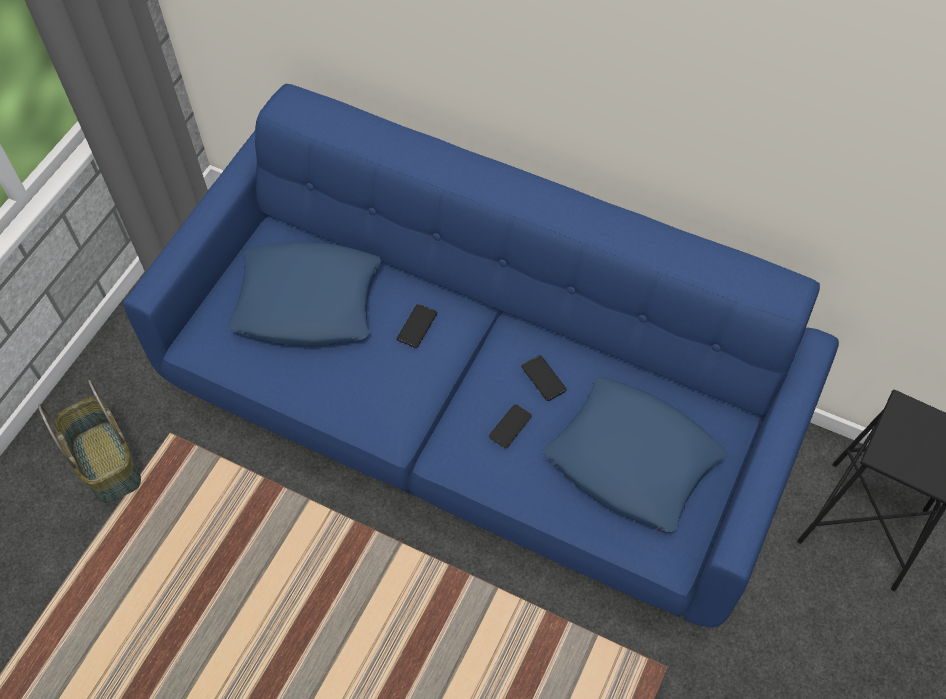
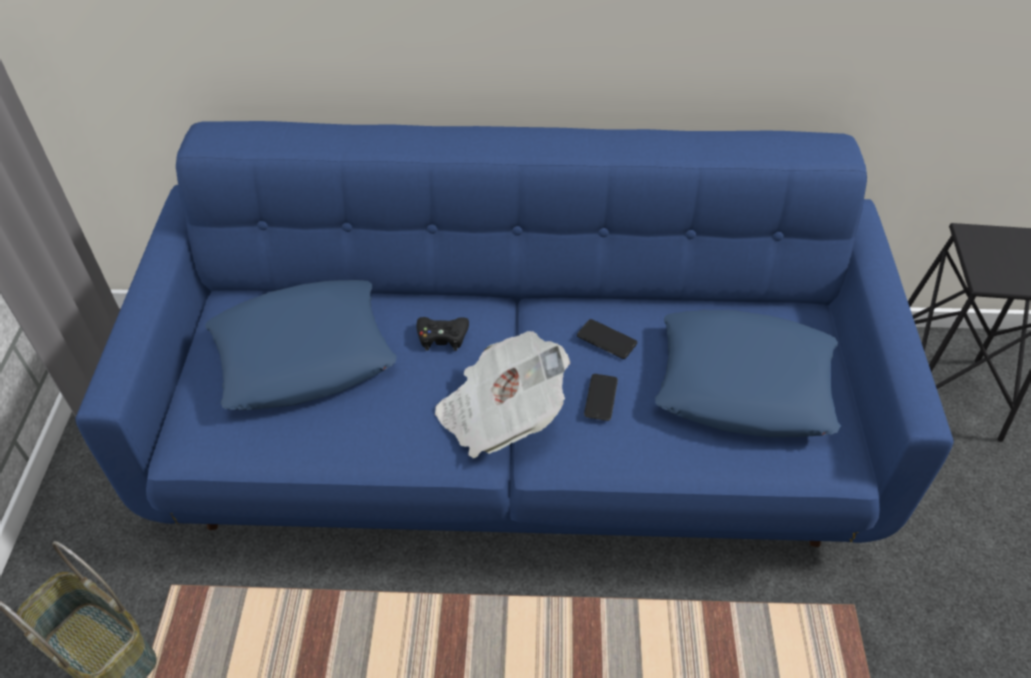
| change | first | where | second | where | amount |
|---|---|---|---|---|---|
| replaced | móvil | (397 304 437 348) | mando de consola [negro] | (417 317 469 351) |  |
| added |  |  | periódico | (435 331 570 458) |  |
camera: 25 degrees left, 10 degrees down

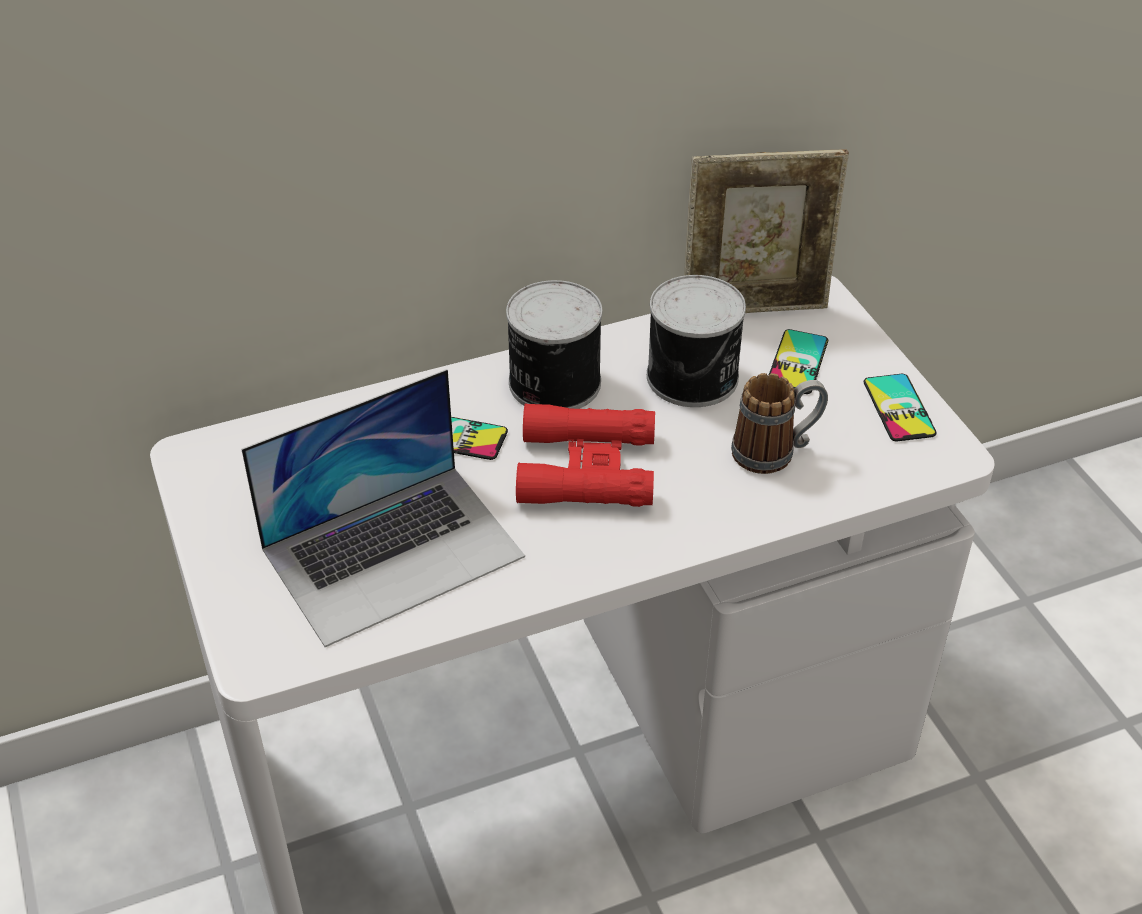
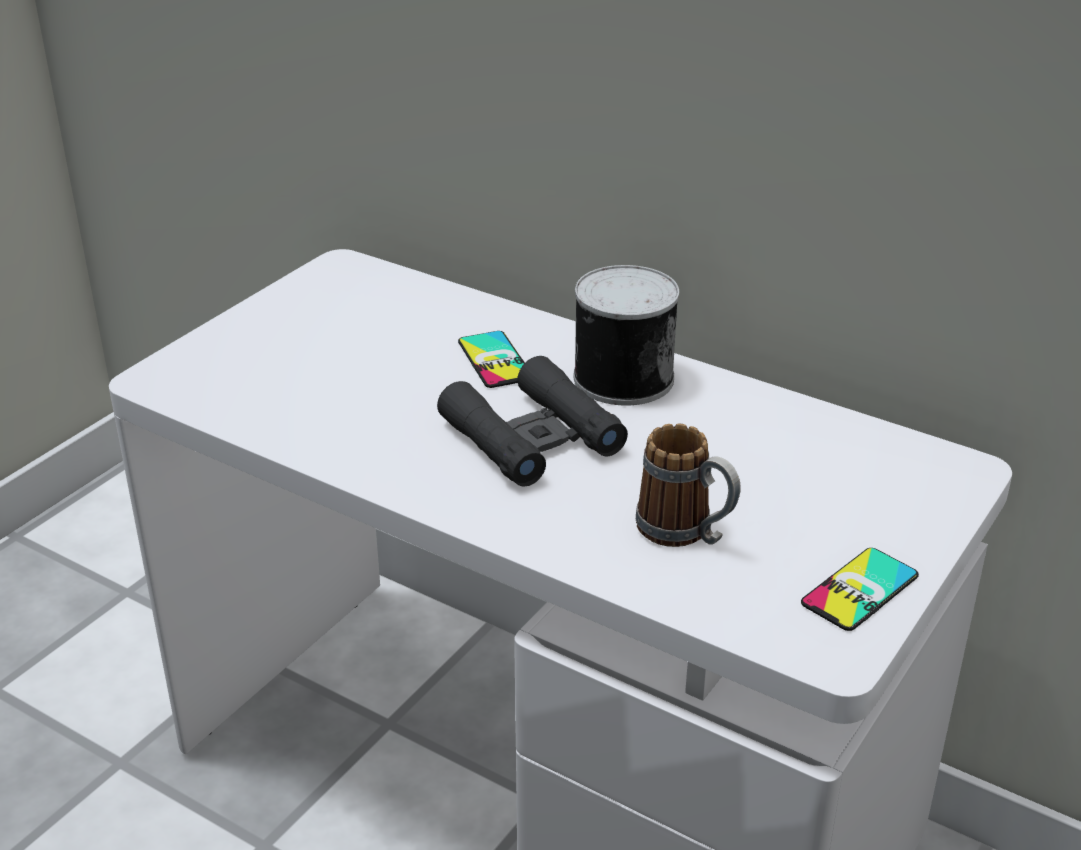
| change | first | where | second | where | amount |
|---|---|---|---|---|---|
| recoloured | prismáticos [rojo] | (516 404 655 507) | prismáticos [negro] | (437 356 628 487) |  |
| removed | portátil | (241 369 525 647) |  |  |  |
| removed | lata | (647 275 746 407) |  |  |  |
| removed | portarretratos | (684 149 849 313) |  |  |  |
| removed | móvil | (769 329 828 394) |  |  |  |
camera: 55 degrees right, 10 degrees down

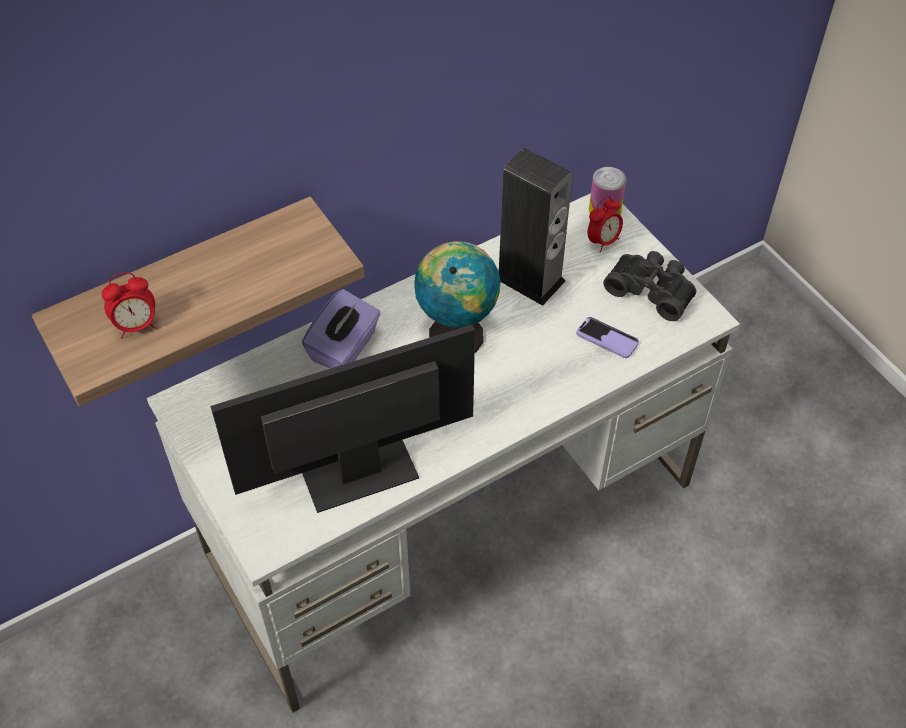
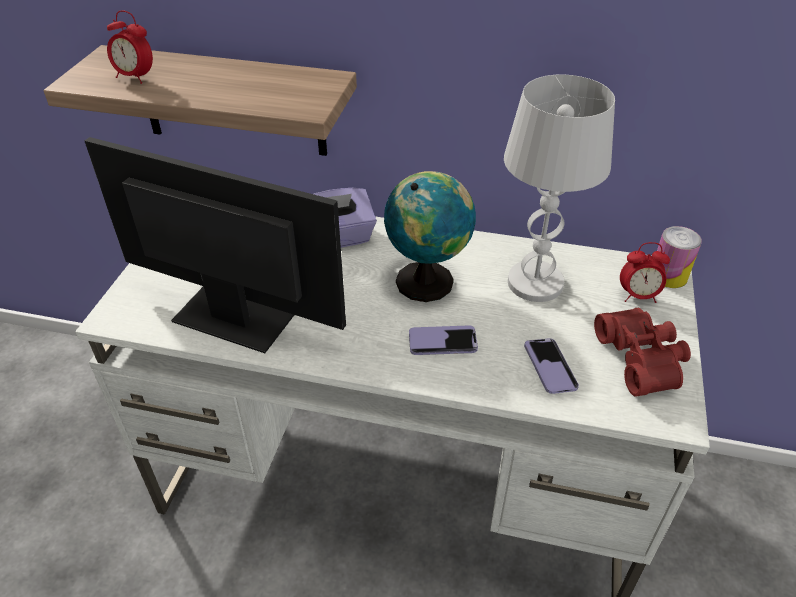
| change | first | where | second | where | amount |
|---|---|---|---|---|---|
| added |  |  | móvil | (409 325 478 355) |  |
| replaced | altavoz | (499 148 573 306) | lámpara de mesa [blanco] | (504 74 615 302) |  |
| recoloured | prismáticos [negro] | (603 251 696 321) | prismáticos [rojo] | (594 308 691 397) |  |
camera: 45 degrees right, 10 degrees down

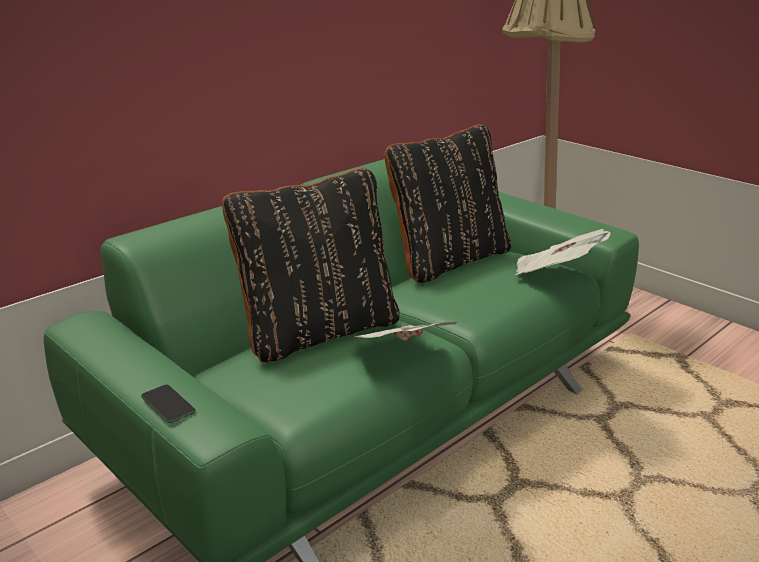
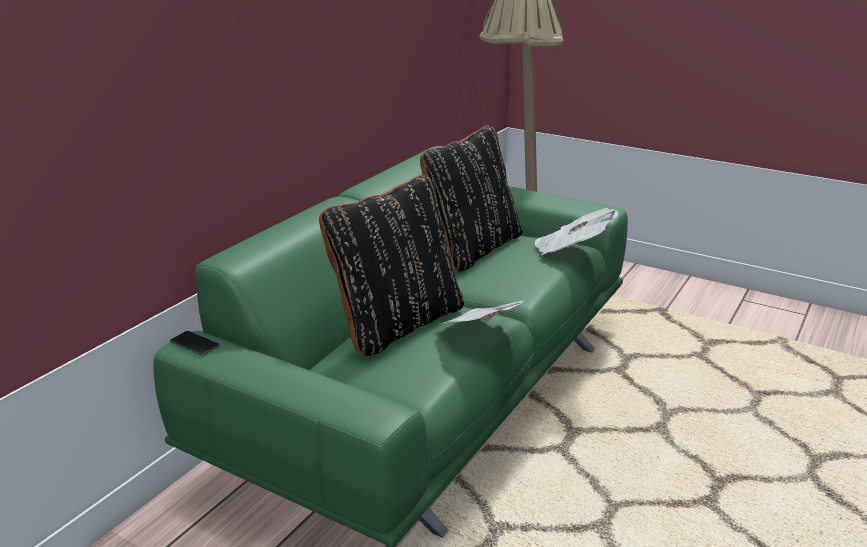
| change | first | where | second | where | amount |
|---|---|---|---|---|---|
| moved | móvil | (141 384 196 423) |  | (170 331 220 356) |  |
camera: 15 degrees left, 0 degrees up

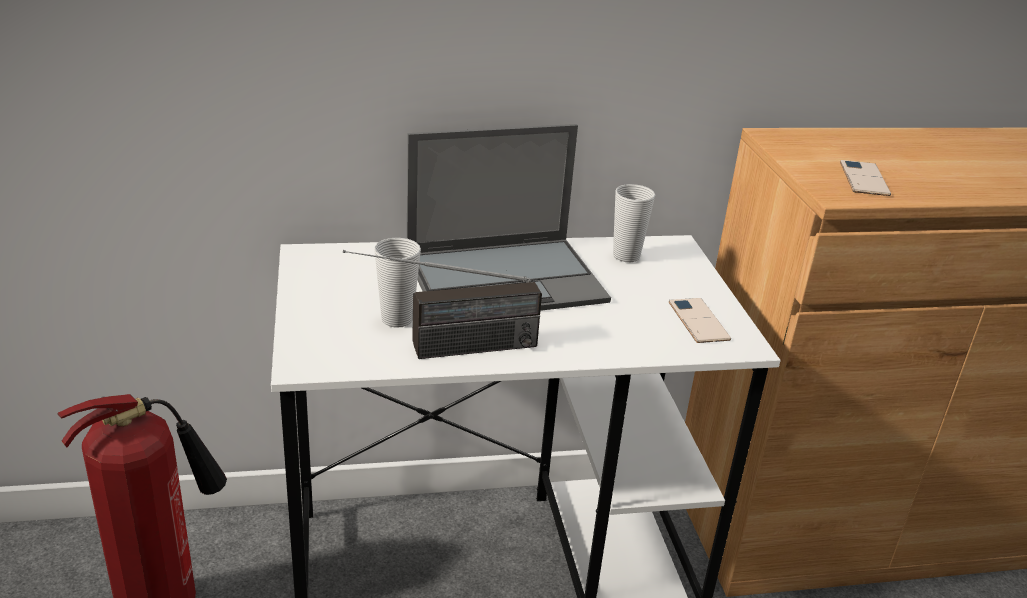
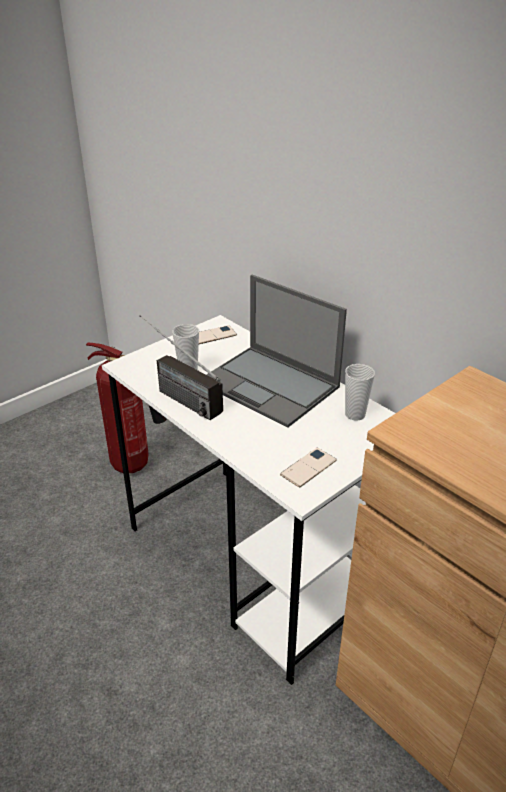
| change | first | where | second | where | amount |
|---|---|---|---|---|---|
| moved | móvil | (840 160 891 196) |  | (199 325 237 344) |  |
camera: 60 degrees right, 5 degrees up

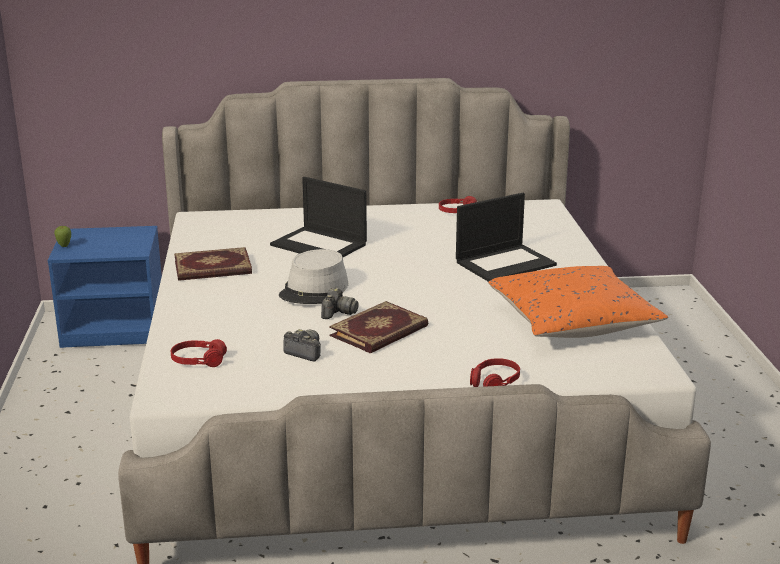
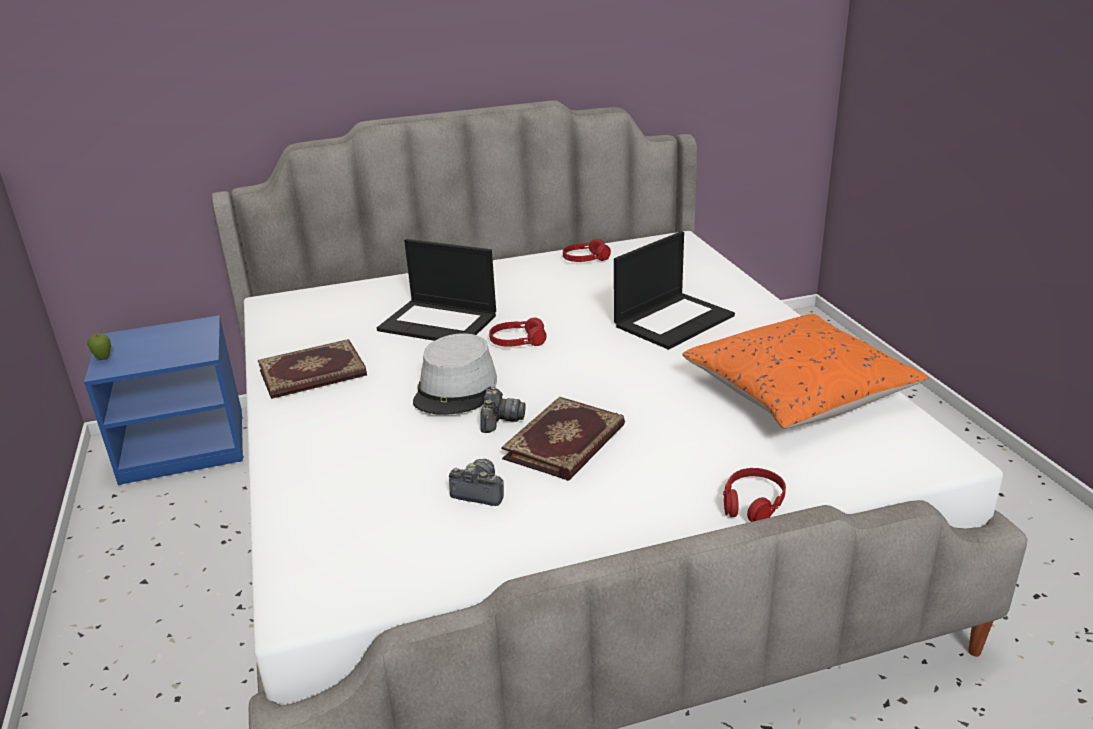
| change | first | where | second | where | amount |
|---|---|---|---|---|---|
| moved | auriculares [rojo] | (171 339 227 367) |  | (489 318 547 347) |  |
camera: 10 degrees left, 5 degrees up

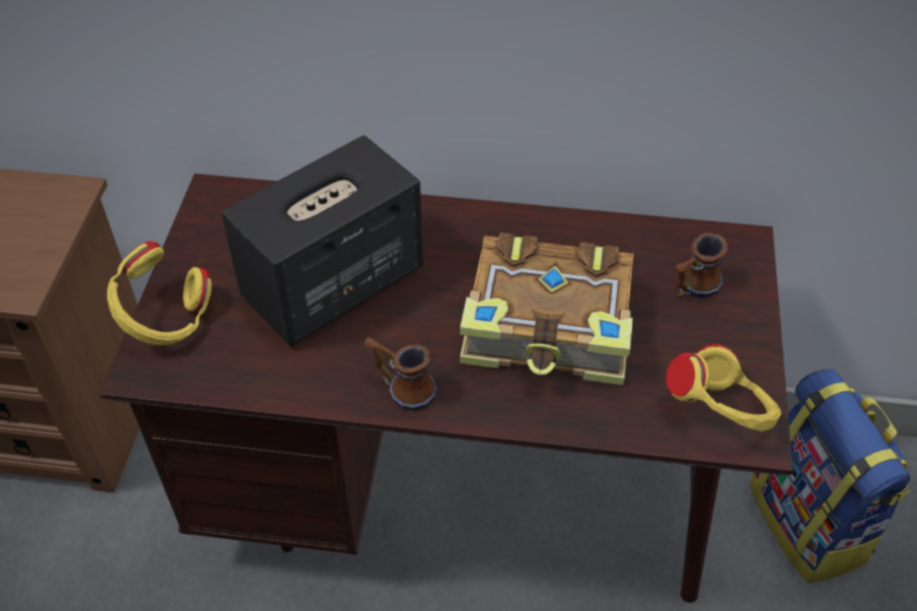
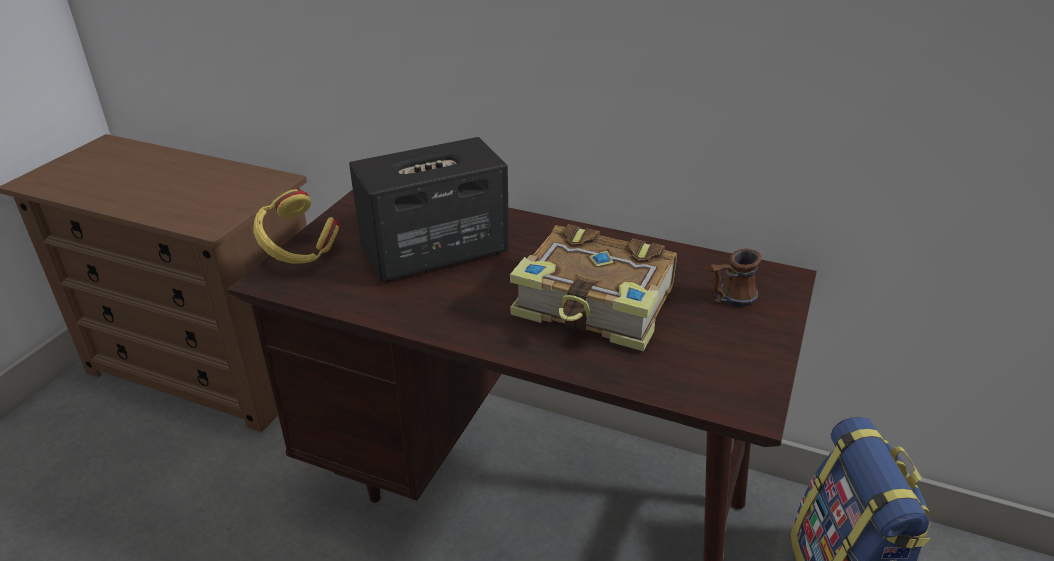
| change | first | where | second | where | amount |
|---|---|---|---|---|---|
| removed | taza grande | (364 337 437 411) |  |  |  |
| removed | auriculares [amarillo] | (666 344 781 432) |  |  |  |
camera: 15 degrees right, 15 degrees down

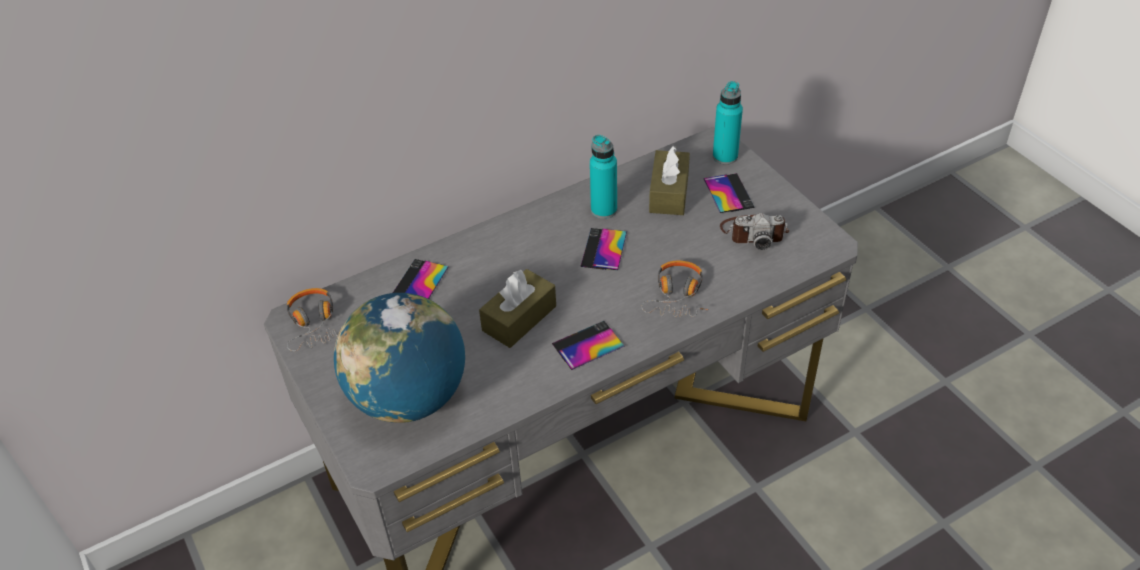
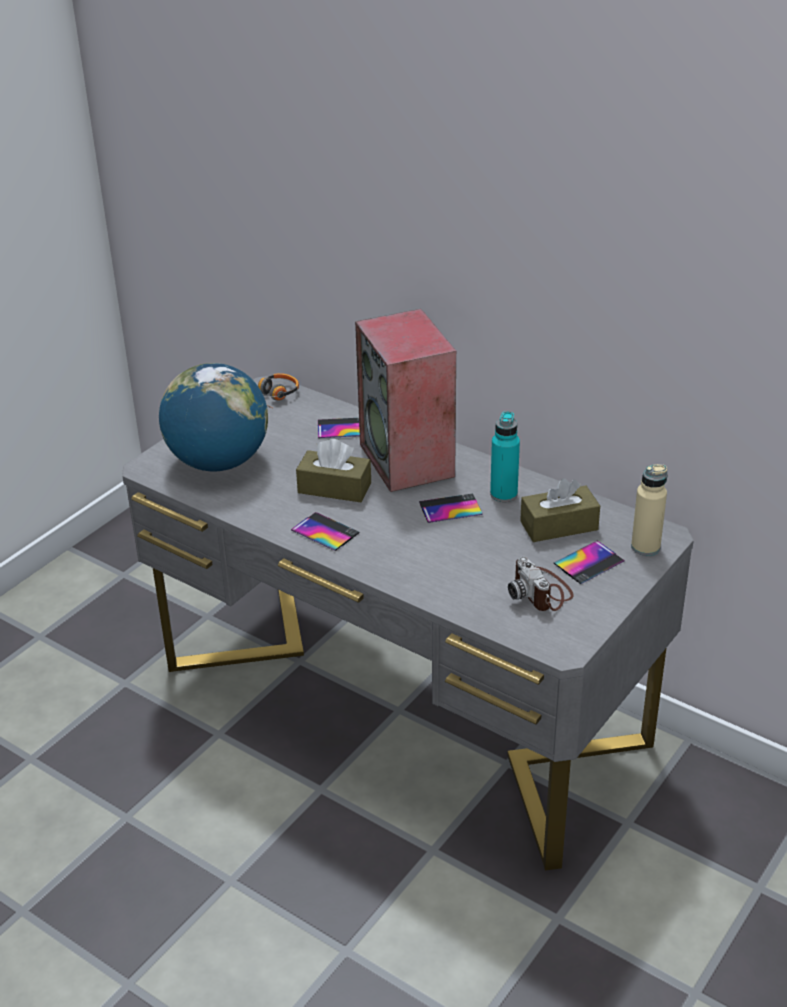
| change | first | where | second | where | amount |
|---|---|---|---|---|---|
| added |  |  | altavoz | (355 309 456 492) |  |
| recoloured | botella [turquesa] | (713 81 743 165) | botella [beis] | (631 464 668 556) |  |
| removed | auriculares | (641 261 708 317) |  |  |  |
camera: 65 degrees right, 10 degrees down

